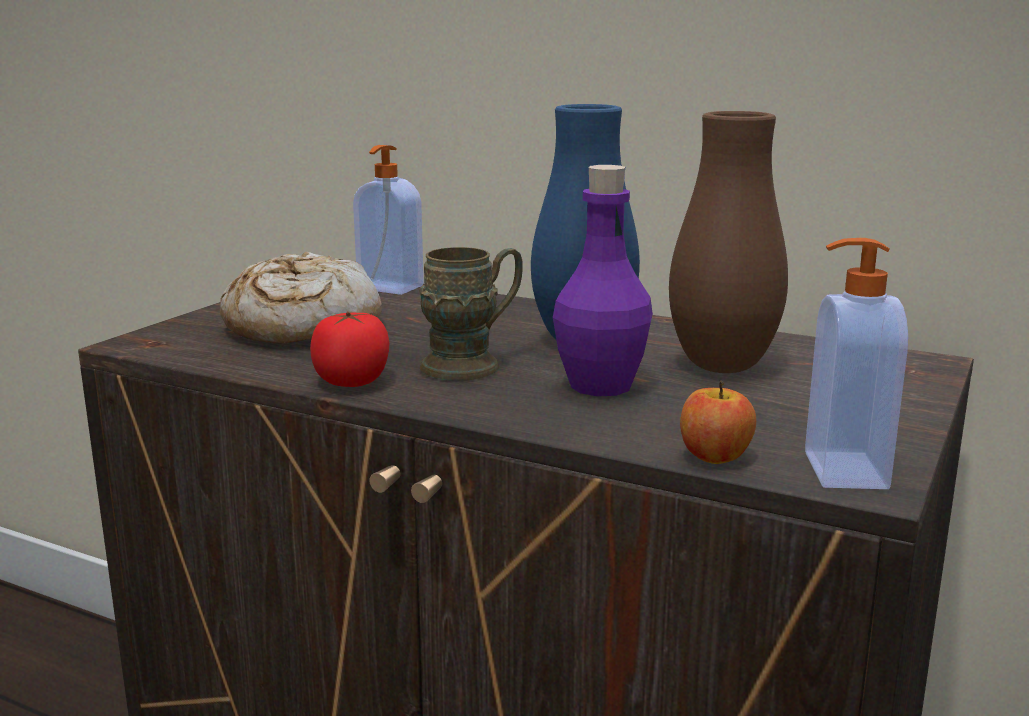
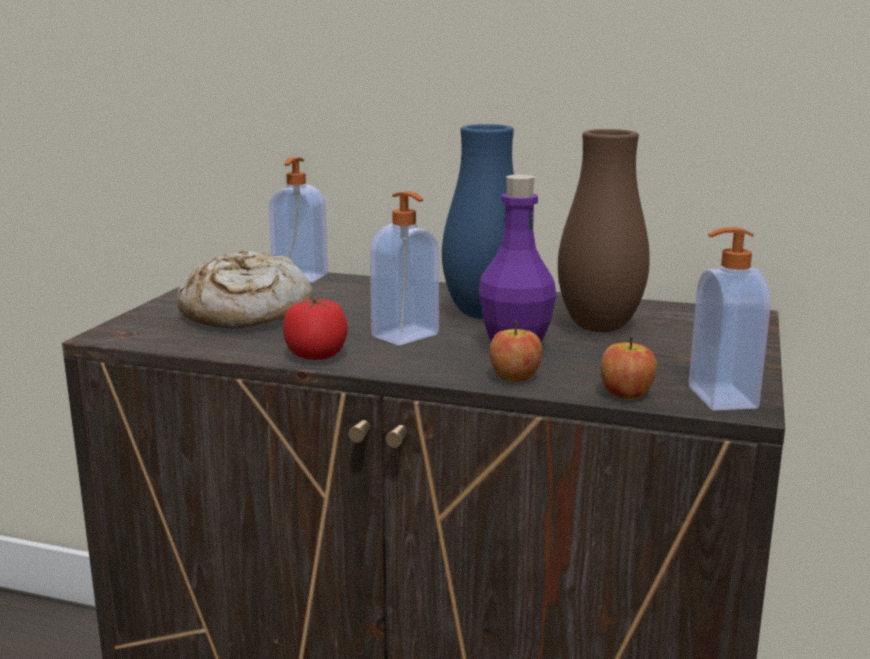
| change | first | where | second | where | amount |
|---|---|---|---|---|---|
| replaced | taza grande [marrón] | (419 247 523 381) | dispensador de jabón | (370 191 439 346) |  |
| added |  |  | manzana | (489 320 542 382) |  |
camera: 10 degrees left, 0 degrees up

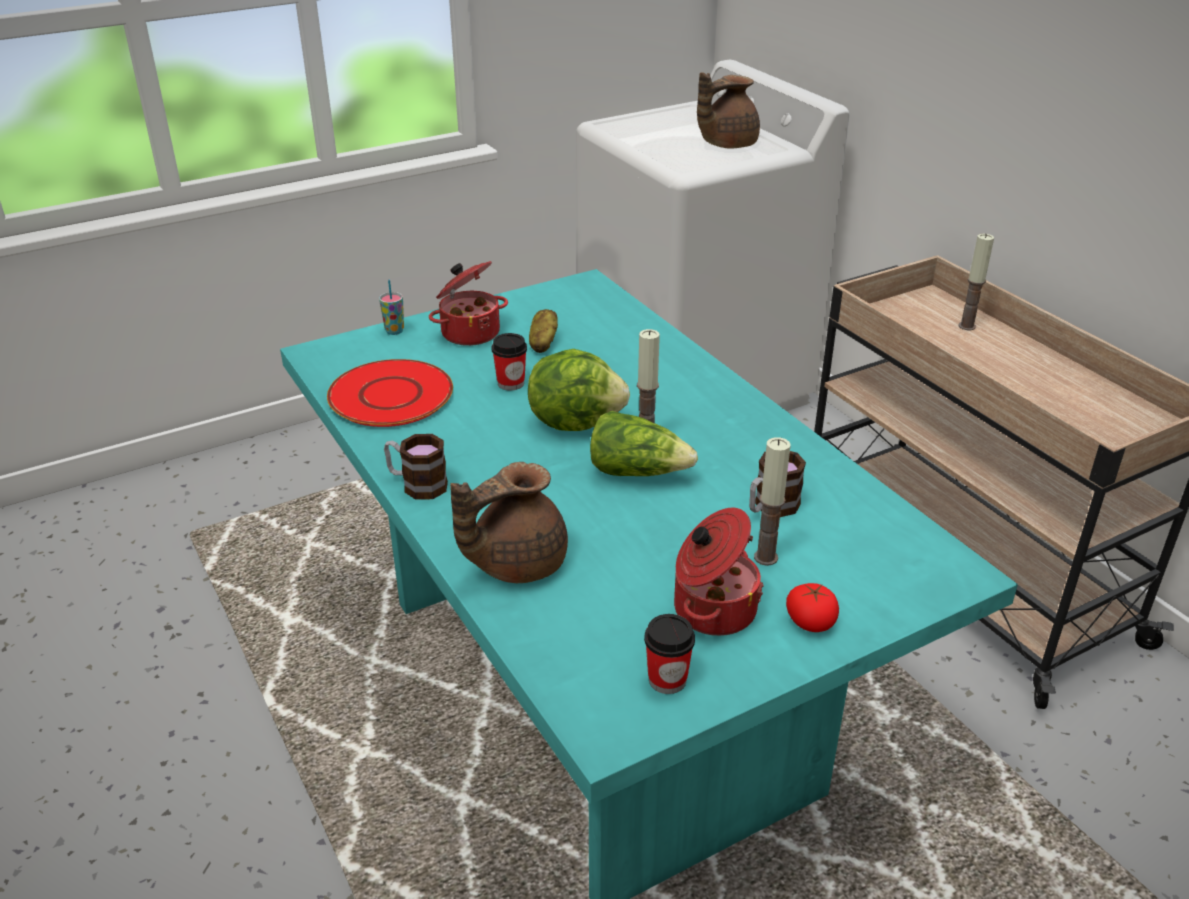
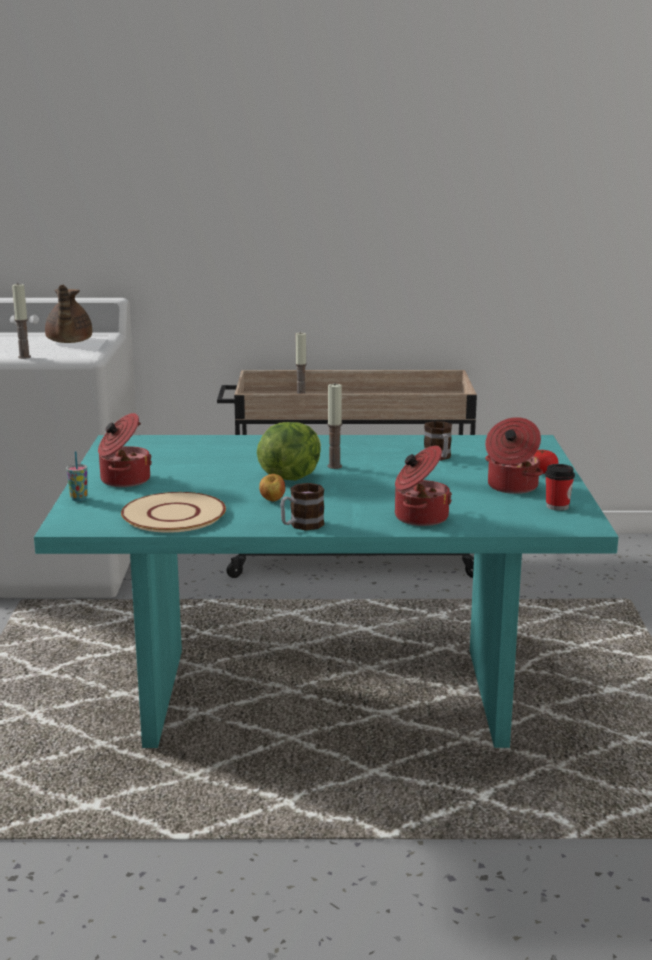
| change | first | where | second | where | amount |
|---|---|---|---|---|---|
| moved | vela | (754 437 791 566) |  | (12 284 31 359) |  |
| recoloured | plato [rojo] | (327 359 453 427) | plato [beis] | (121 492 226 533) |  |
| added |  |  | manzana | (259 474 285 501) |  |
| replaced | tetera [marrón] | (450 462 568 583) | olla | (395 446 452 526) |  |
| removed | taza | (492 333 527 391) |  |  |  |
| removed | patata | (529 309 558 353) |  |  |  |
| removed | lechuga | (590 411 698 476) |  |  |  |
camera: 60 degrees left, 15 degrees down

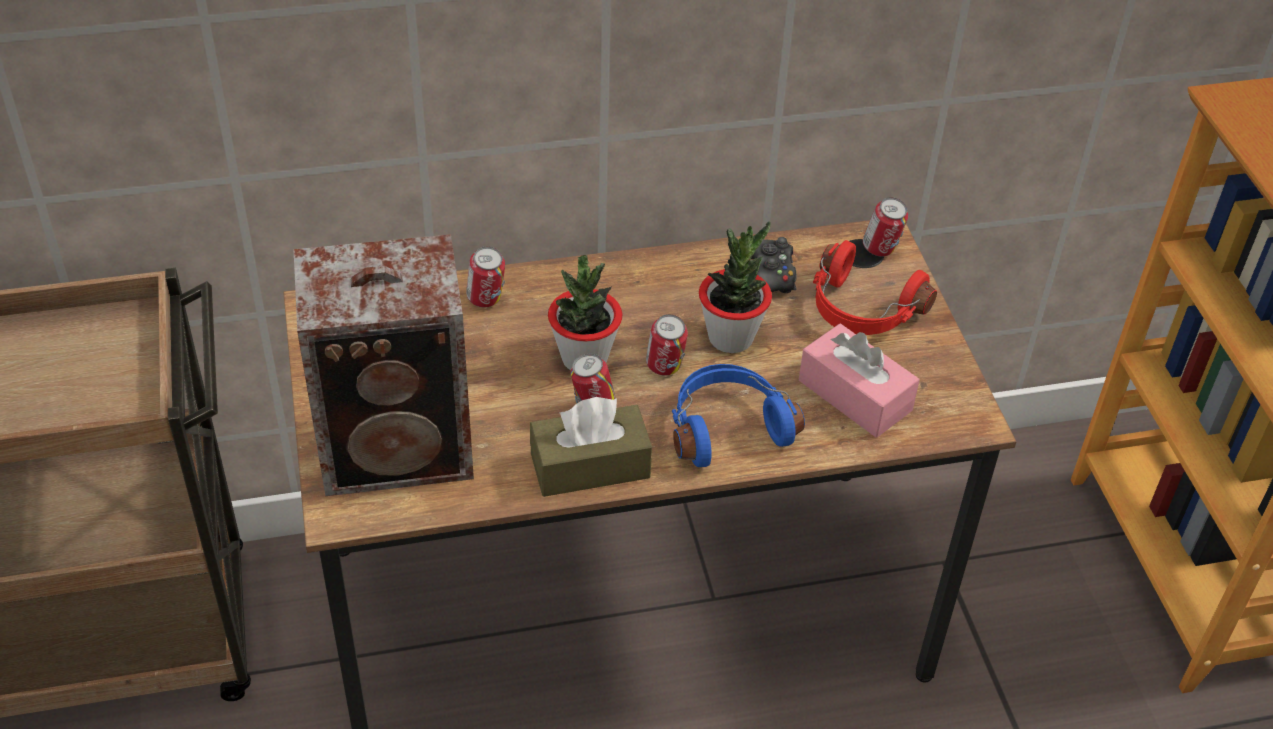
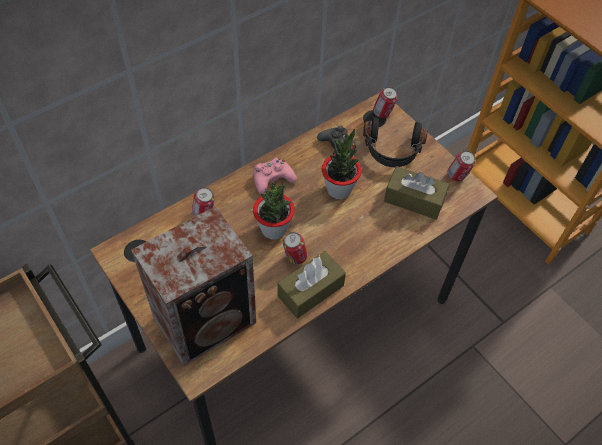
| change | first | where | second | where | amount |
|---|---|---|---|---|---|
| added |  |  | mando de consola [rosa] | (253 158 297 194) |  |
| recoloured | auriculares [rojo] | (813 240 937 335) | auriculares [negro] | (363 117 428 167) |  |
| recoloured | caja de pañuelos [rosa] | (799 324 920 438) | caja de pañuelos [marrón] | (384 166 449 220) |  |
| moved | lata | (646 314 688 376) |  | (448 151 476 182) |  |
| removed | auriculares [azul] | (672 364 805 467) |  |  |  |
camera: 25 degrees left, 10 degrees up

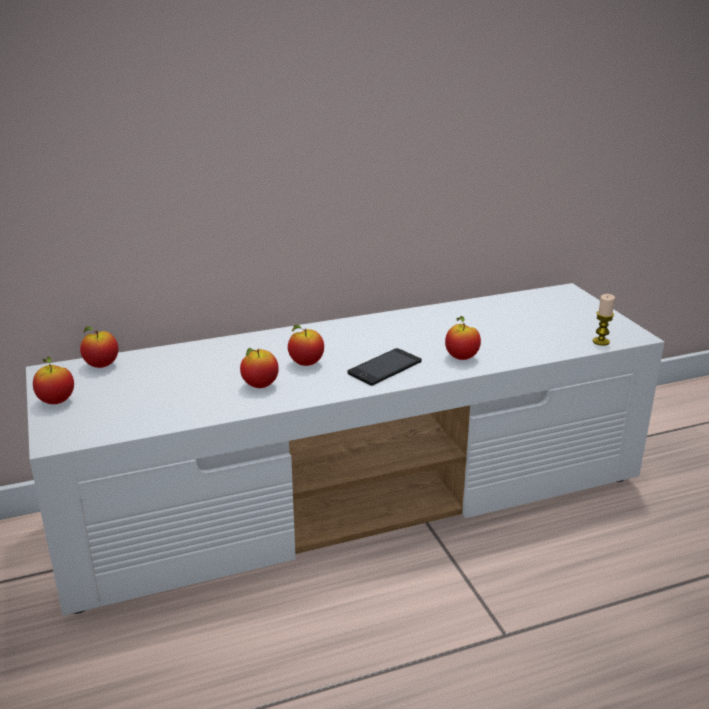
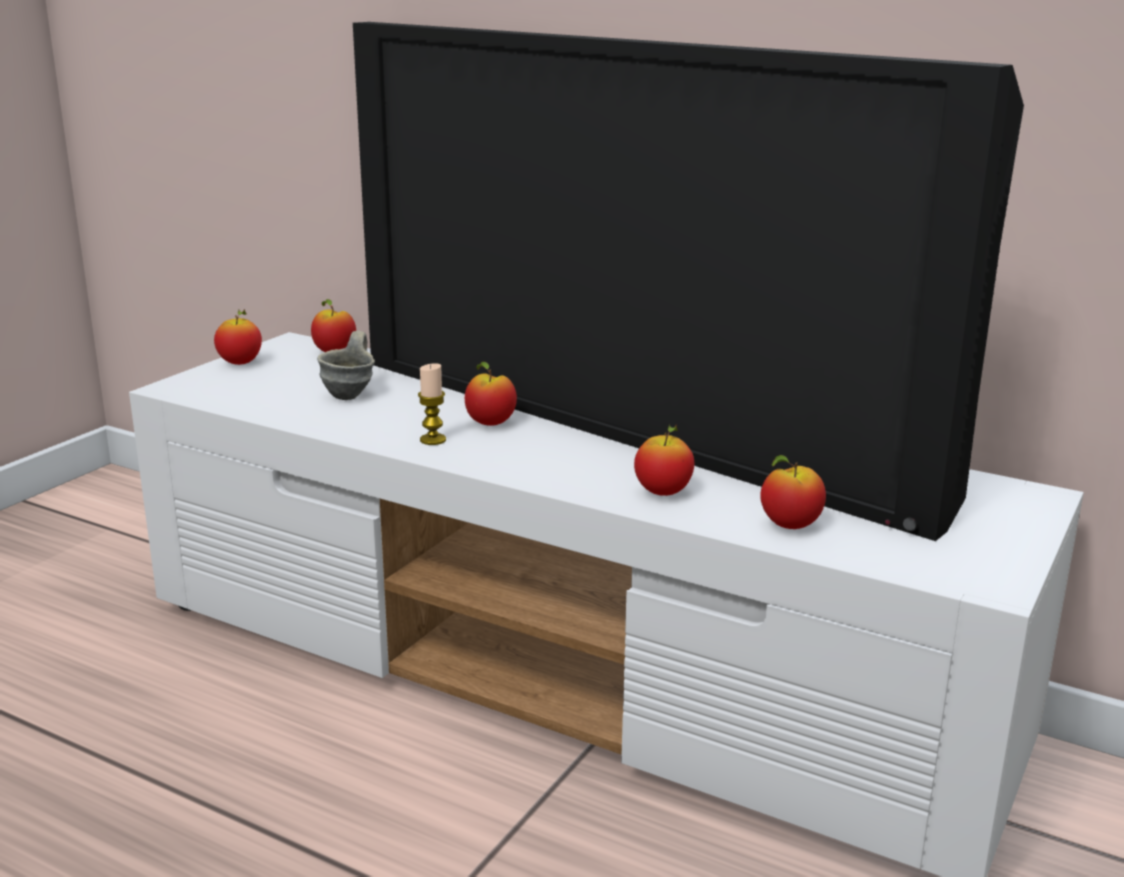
| change | first | where | second | where | amount |
|---|---|---|---|---|---|
| added |  |  | taza grande [gris] | (317 331 375 400) |  |
| added |  |  | televisor | (353 22 1024 541) |  |
| moved | vela | (593 294 615 346) |  | (418 363 446 445) |  |
| moved | manzana | (240 348 279 388) |  | (760 455 826 529) |  |
| removed | móvil | (347 348 422 386) |  |  |  |
camera: 50 degrees right, 5 degrees down

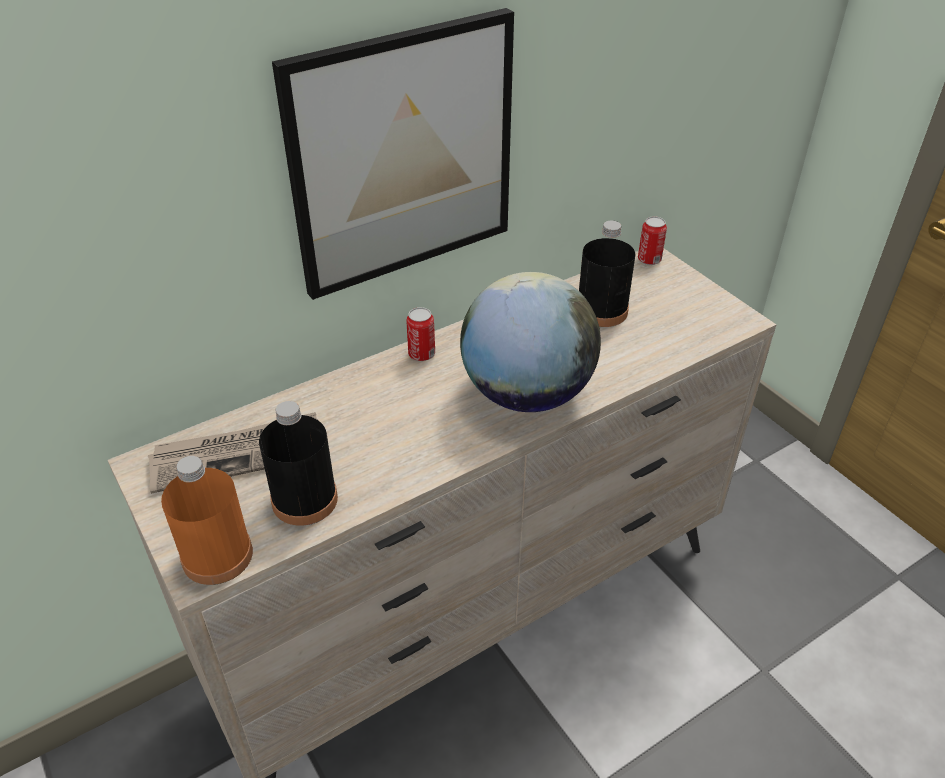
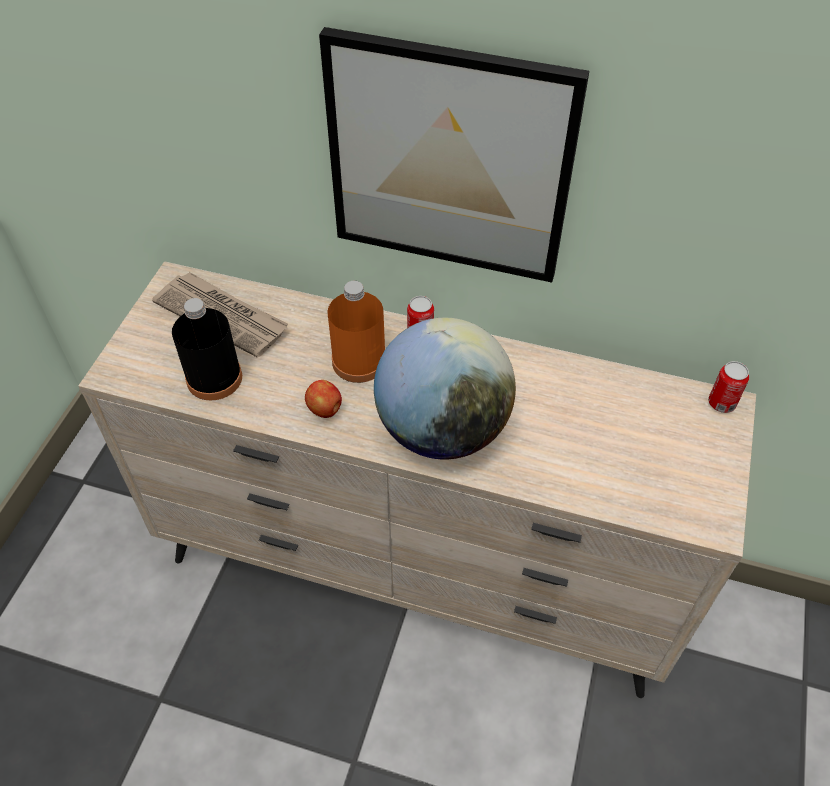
| change | first | where | second | where | amount |
|---|---|---|---|---|---|
| added |  |  | manzana | (305 380 342 418) |  |
| moved | botella [naranja] | (161 456 253 585) |  | (328 281 385 383) |  |
| removed | botella [negro] | (579 221 635 327) |  |  |  |
camera: 50 degrees right, 10 degrees up

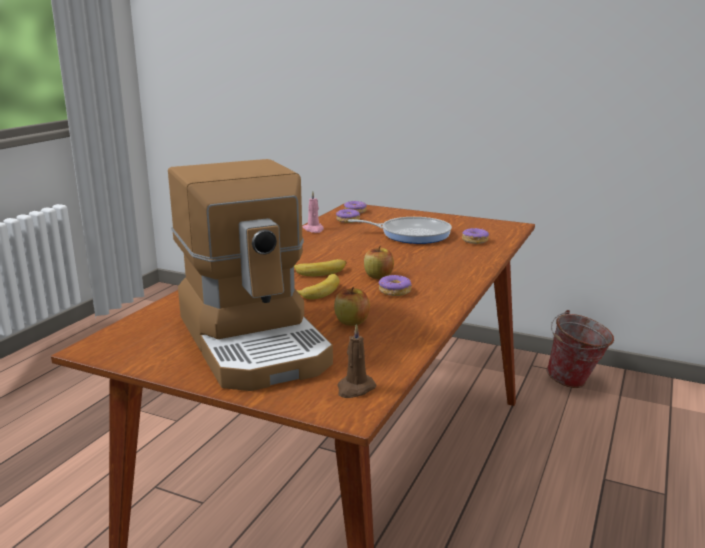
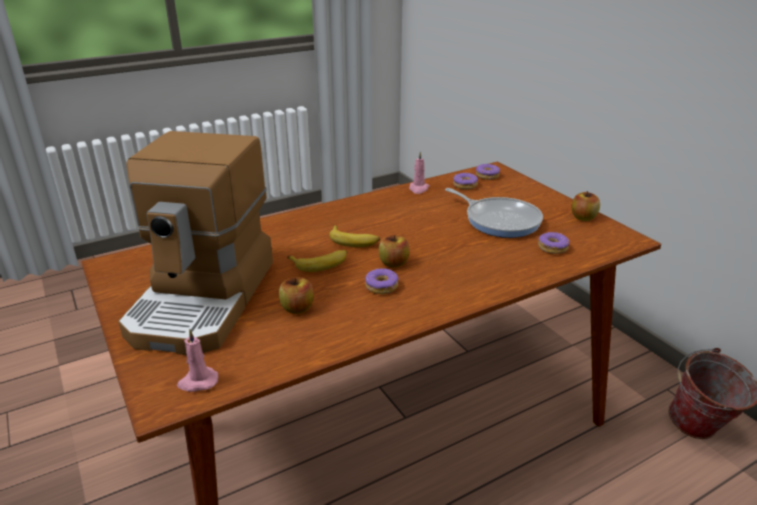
| change | first | where | second | where | amount |
|---|---|---|---|---|---|
| recoloured | vela [marrón] | (337 324 376 398) | vela [rosa] | (177 329 218 392) |  |
| added |  |  | manzana | (571 191 600 221) |  |
camera: 35 degrees right, 10 degrees up

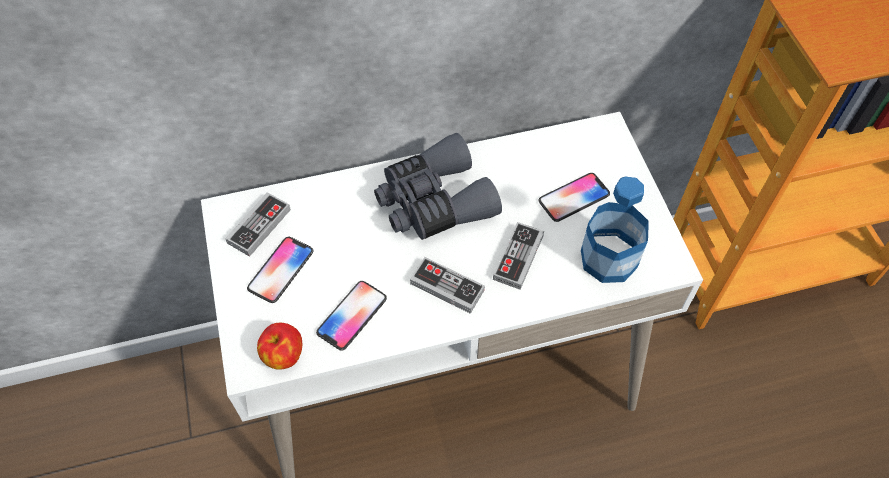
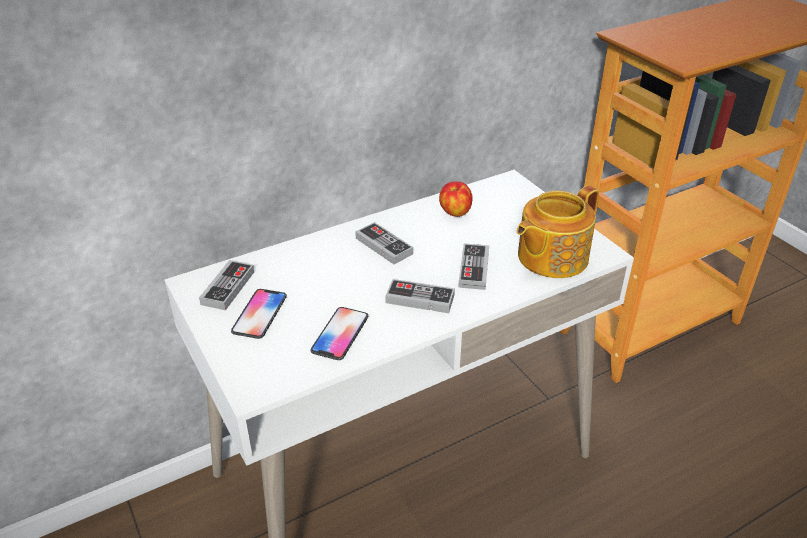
| change | first | where | second | where | amount |
|---|---|---|---|---|---|
| replaced | prismáticos [gris] | (374 133 502 240) | mando de consola | (355 222 413 264) |  |
| moved | manzana | (257 323 302 370) |  | (439 182 473 217) |  |
| replaced | botella | (581 177 649 283) | tetera | (517 185 599 278) |  |
| removed | móvil | (539 173 610 222) |  |  |  |
camera: 15 degrees left, 20 degrees down

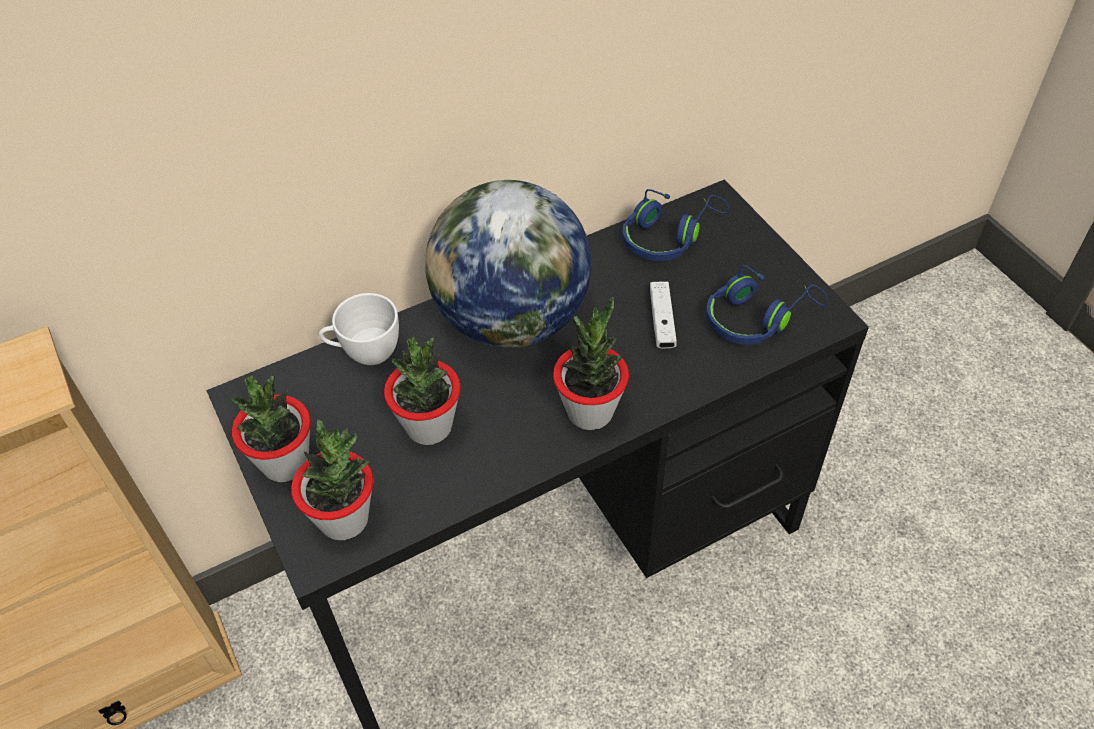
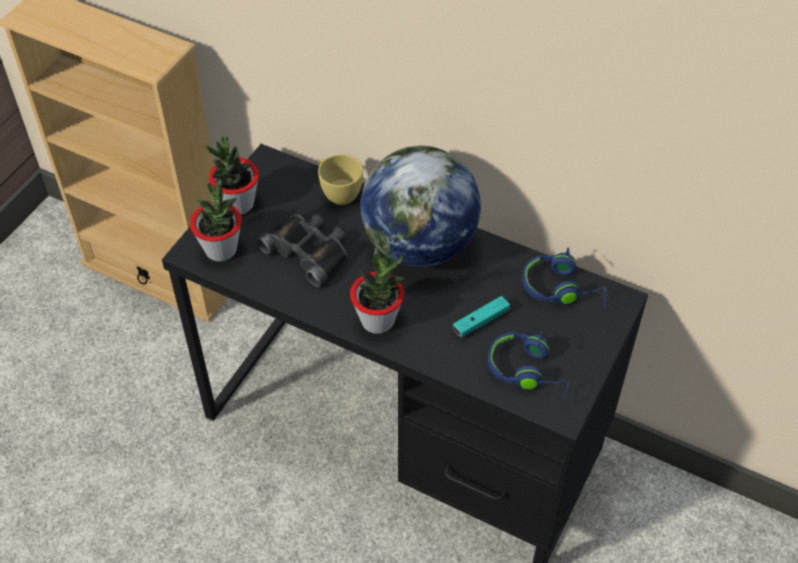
| change | first | where | second | where | amount |
|---|---|---|---|---|---|
| replaced | planta en maceta | (384 337 461 445) | prismáticos [negro] | (256 214 348 287) |  |
| recoloured | taza [blanco] | (319 293 399 365) | taza [amarillo] | (318 154 363 205) |  |
| recoloured | mando de consola [blanco] | (650 281 677 349) | mando de consola [turquesa] | (453 296 510 337) |  |
camera: 55 degrees right, 0 degrees up

